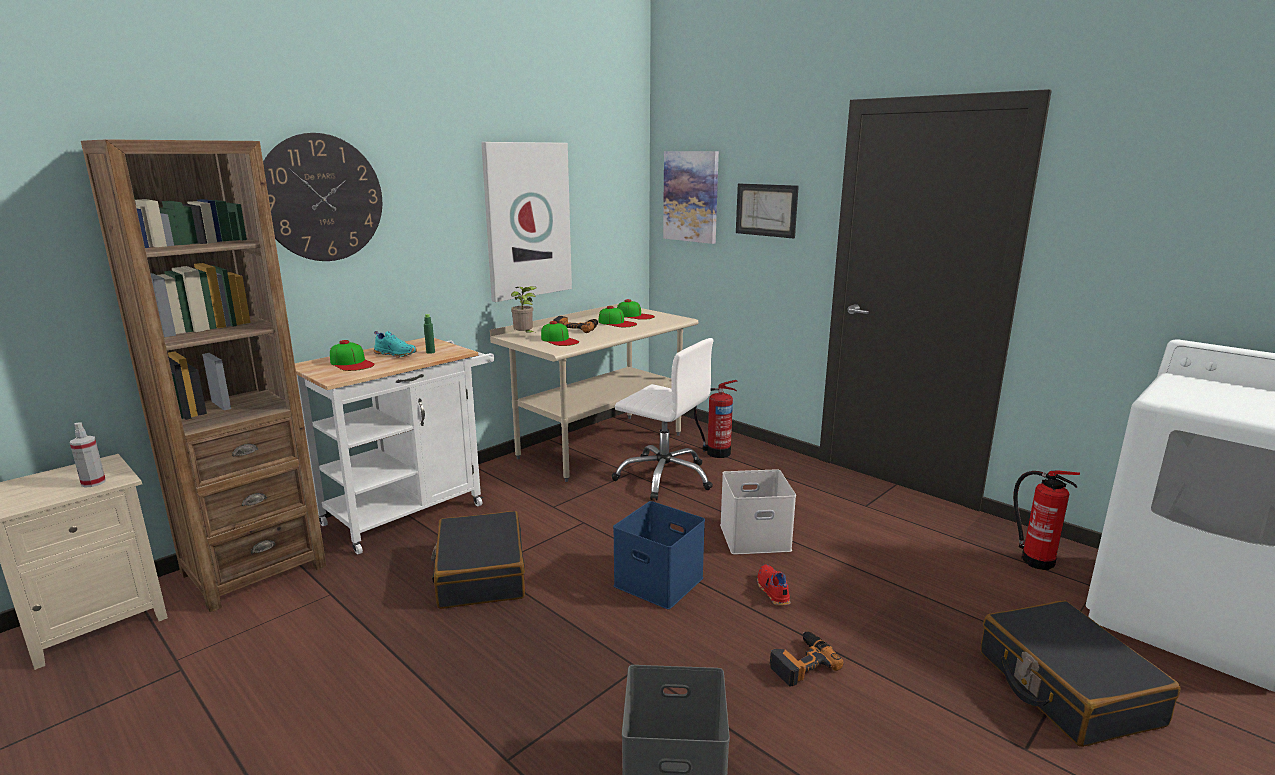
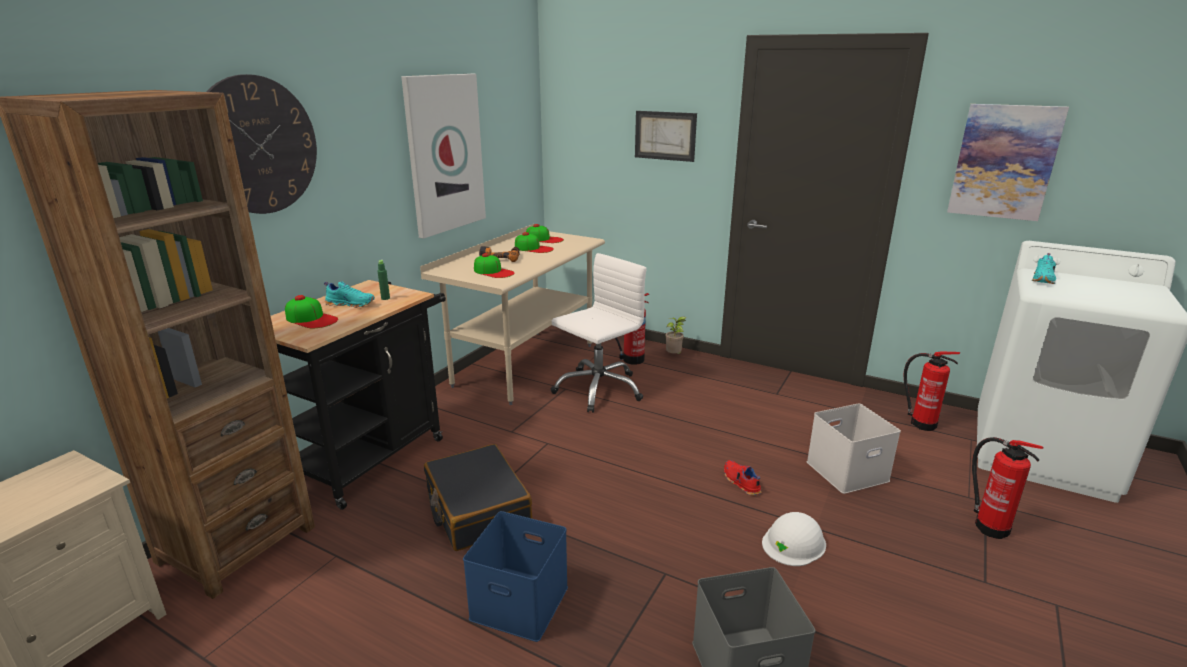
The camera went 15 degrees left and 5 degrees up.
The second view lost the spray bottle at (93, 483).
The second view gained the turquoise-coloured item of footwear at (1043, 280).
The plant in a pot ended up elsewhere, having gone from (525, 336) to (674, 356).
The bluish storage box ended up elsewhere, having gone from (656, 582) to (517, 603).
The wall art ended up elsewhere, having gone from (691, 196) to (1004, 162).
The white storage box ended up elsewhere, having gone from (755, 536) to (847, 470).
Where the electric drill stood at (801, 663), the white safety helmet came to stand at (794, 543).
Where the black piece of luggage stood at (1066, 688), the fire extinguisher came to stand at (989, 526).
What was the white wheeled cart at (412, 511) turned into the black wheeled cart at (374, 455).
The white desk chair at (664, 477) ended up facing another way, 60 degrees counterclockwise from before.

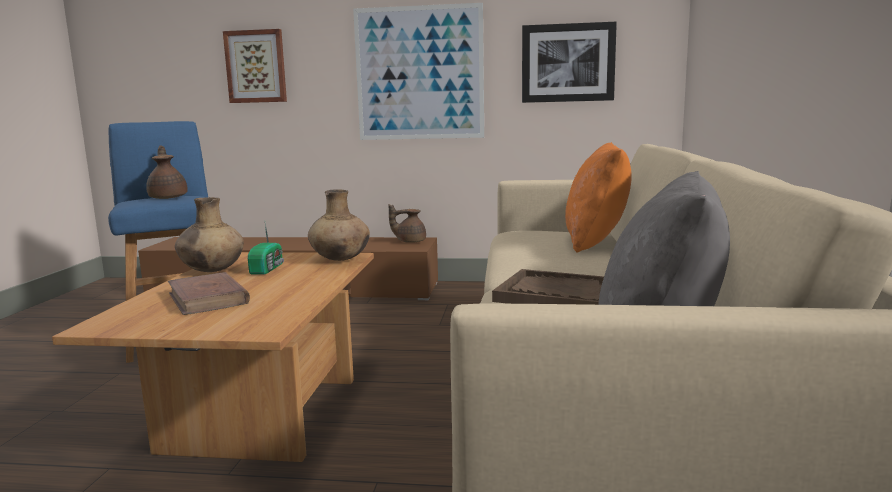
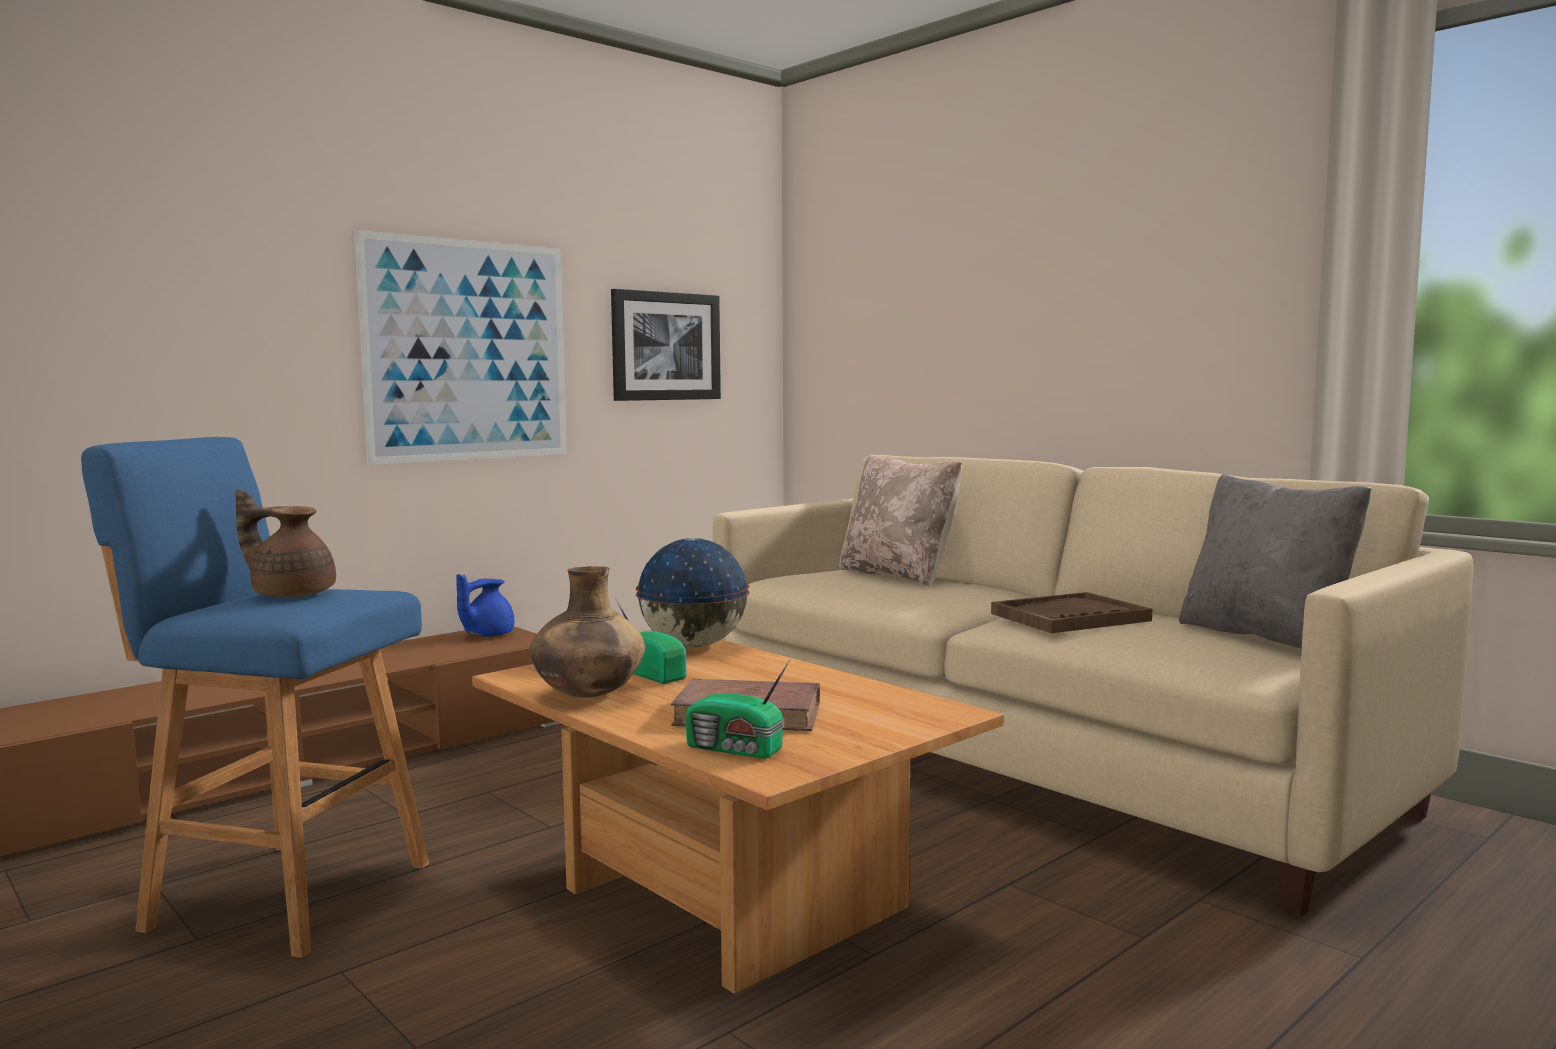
The camera went 50 degrees left and 5 degrees down.
The second view lost the wall art at (256, 66).
The second view gained the radio receiver at (736, 750).
Where the brownish flower vase stood at (340, 259), the globe came to stand at (692, 646).
What was the brownish tea pot at (409, 241) turned into the bluish tea pot at (486, 635).
What was the orangey throw pillow at (596, 242) turned into the sand-coloured throw pillow at (899, 575).

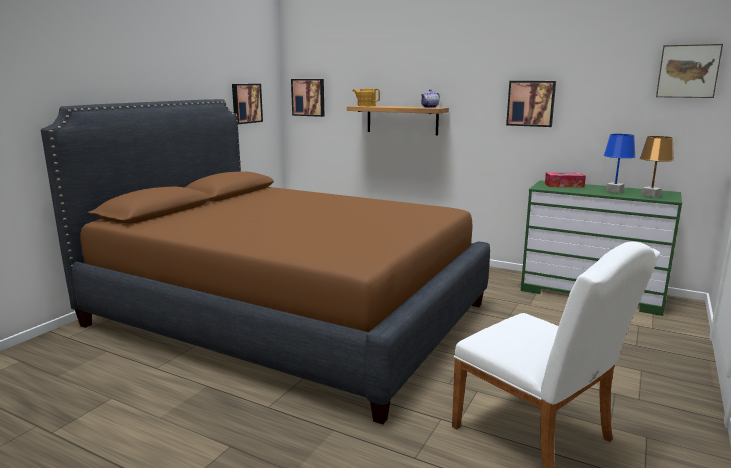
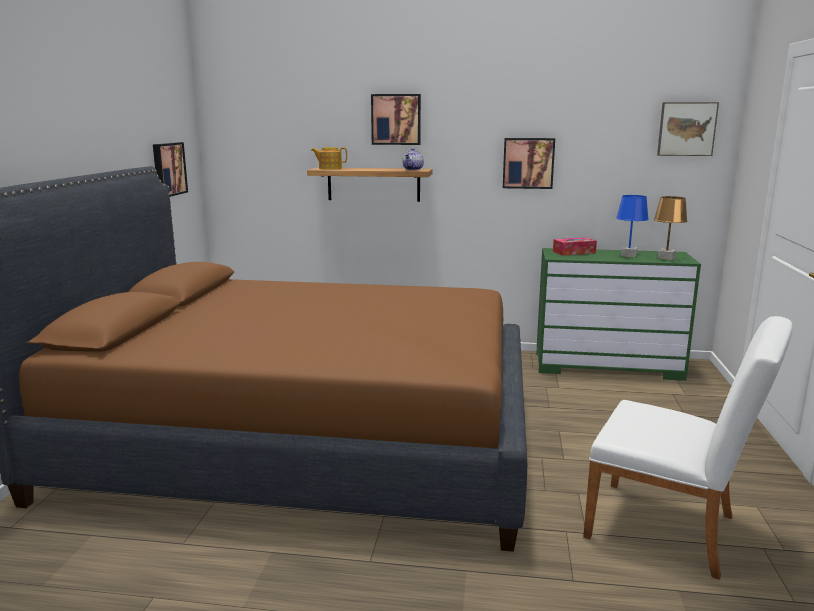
The camera went 20 degrees left and 0 degrees up.
The wall art ended up elsewhere, having gone from (308, 97) to (396, 119).

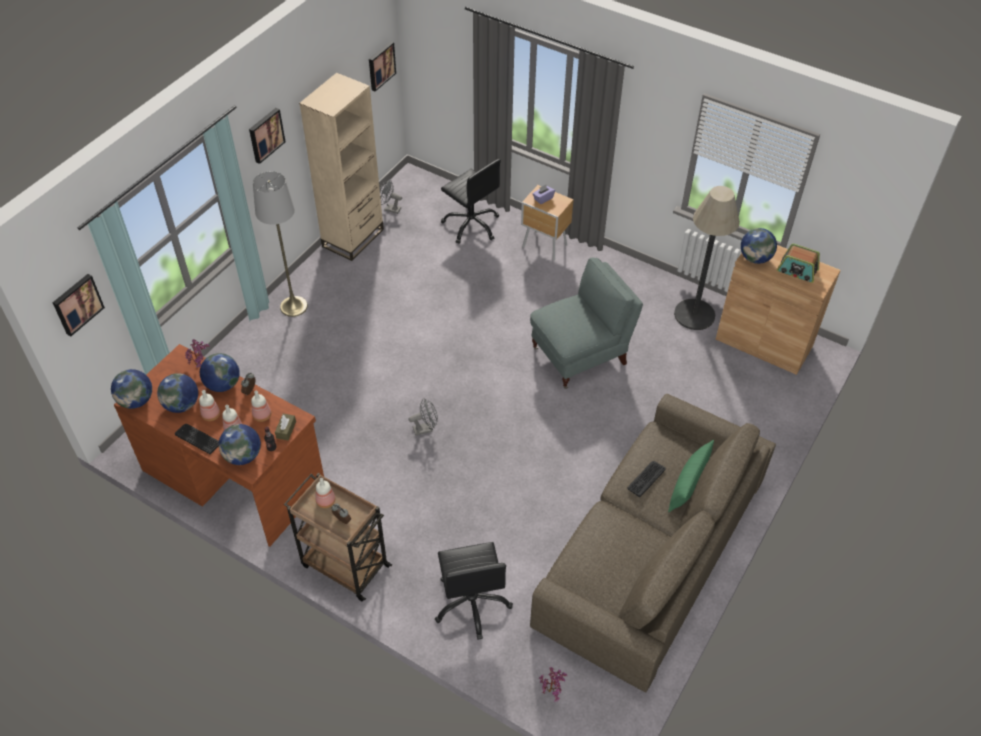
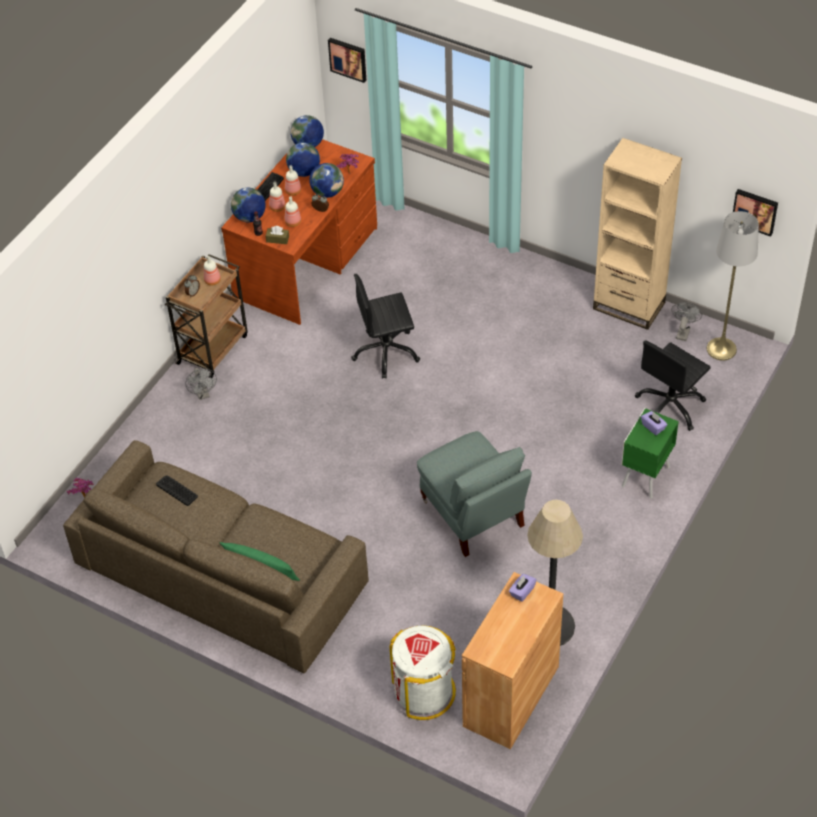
The camera went 90 degrees right and 0 degrees up.
The second view lost the wall art at (265, 135).
The second view lost the radio receiver at (797, 271).
The second view gained the white rubbish bin at (424, 691).
The greyish standing lamp ended up elsewhere, having gone from (293, 306) to (721, 349).
The greyish electric fan ended up elsewhere, having gone from (425, 429) to (203, 394).
The black desk chair ended up elsewhere, having gone from (472, 603) to (386, 352).
The keyboard ended up elsewhere, having gone from (646, 478) to (177, 490).
Where the globe stood at (755, 258), the purple-coloured tissue holder came to stand at (522, 592).
What was the brownish night table at (545, 247) turned into the green night table at (644, 478).

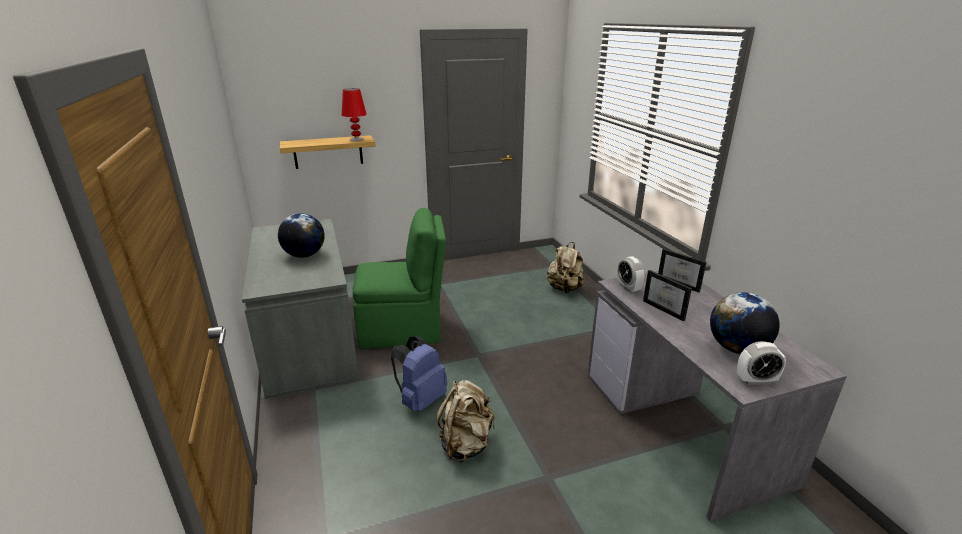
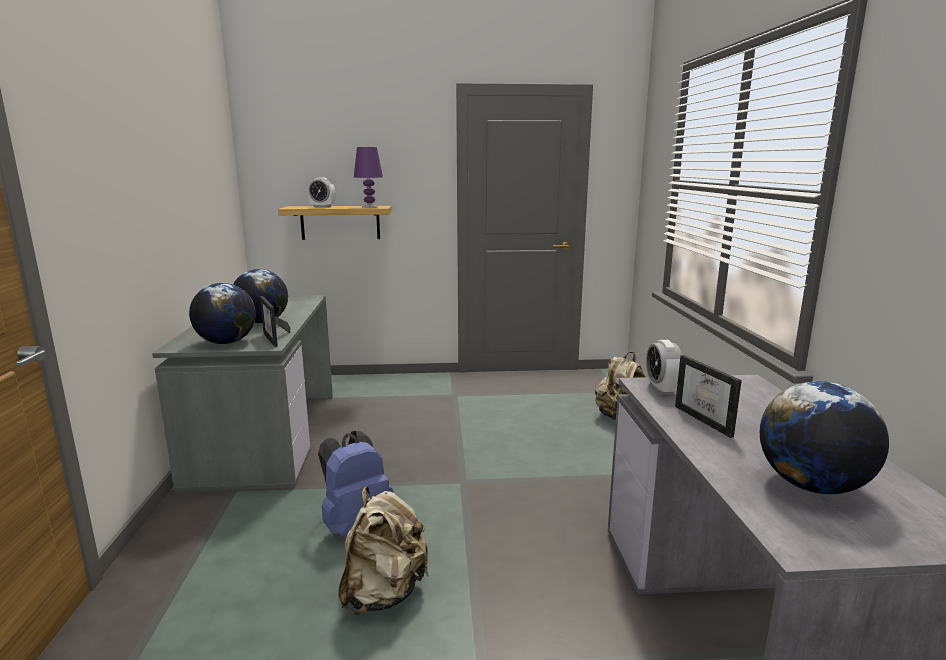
The camera went 15 degrees right and 10 degrees down.
The second view lost the green plain chair at (403, 329).
The second view gained the globe at (226, 342).
The picture frame ended up elsewhere, having gone from (681, 283) to (276, 339).
The table clock ended up elsewhere, having gone from (756, 380) to (322, 207).
What was the reddish table lamp at (356, 139) turned into the purple-coloured table lamp at (369, 207).

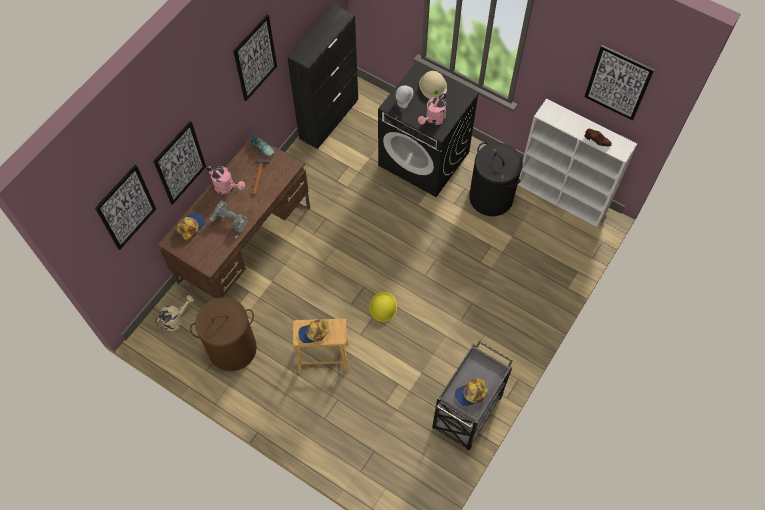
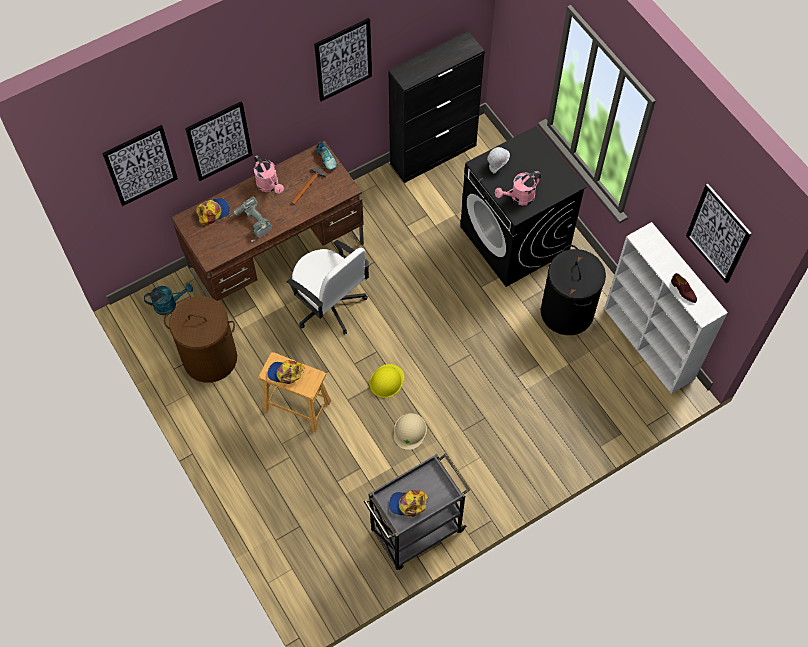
The camera went 25 degrees right and 0 degrees up.
The second view gained the white desk chair at (329, 305).
The sand-coloured safety helmet ended up elsewhere, having gone from (433, 86) to (410, 431).
What was the sand-coloured watering pot at (176, 319) turned into the turquoise-coloured watering pot at (169, 304).

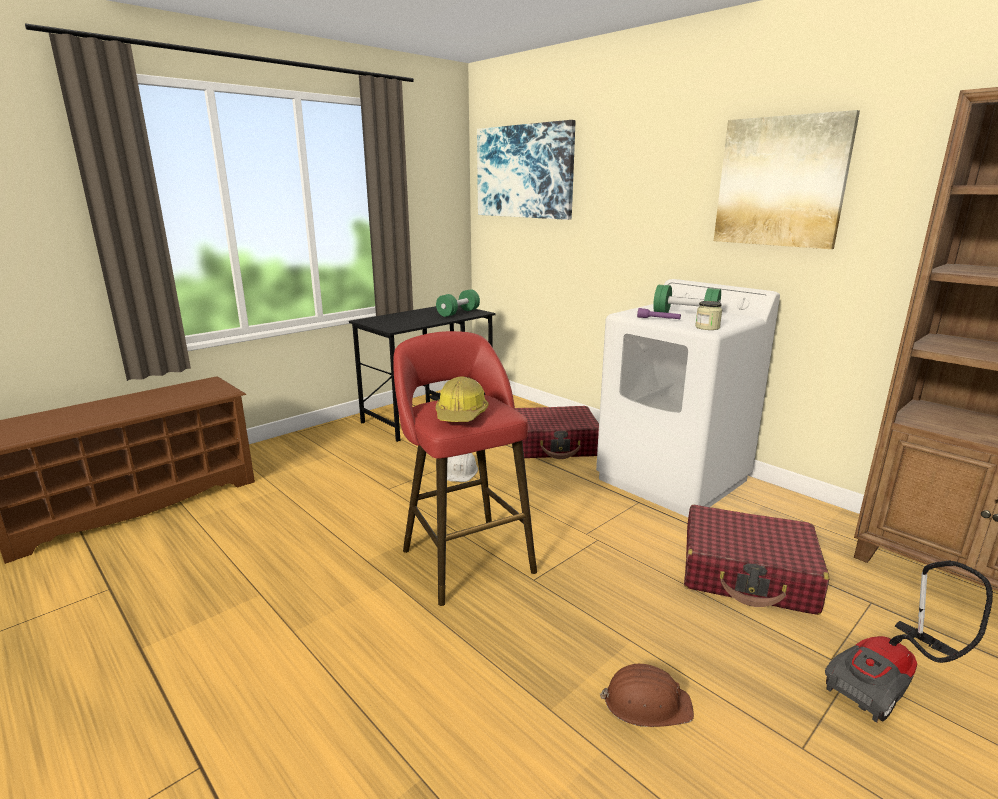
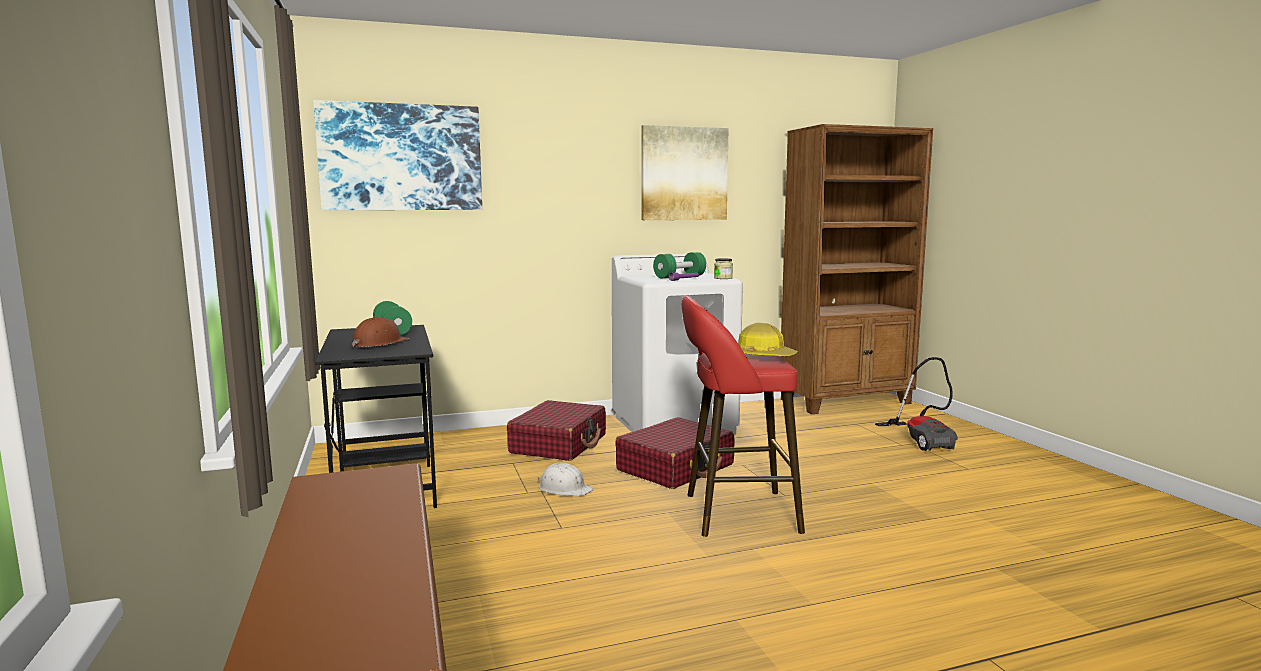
The camera went 65 degrees left and 10 degrees down.
The brownish safety helmet ended up elsewhere, having gone from (646, 703) to (379, 343).
The reddish piece of luggage ended up elsewhere, having gone from (747, 574) to (676, 468).

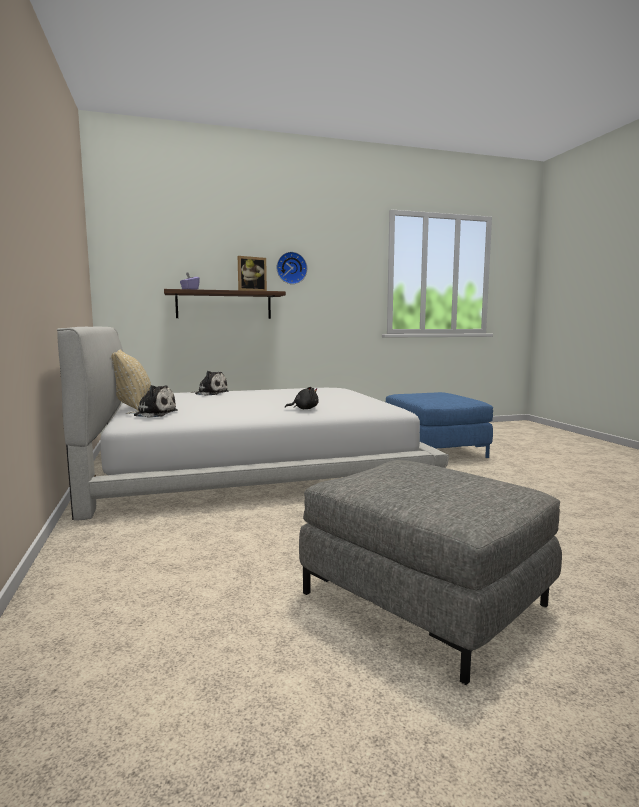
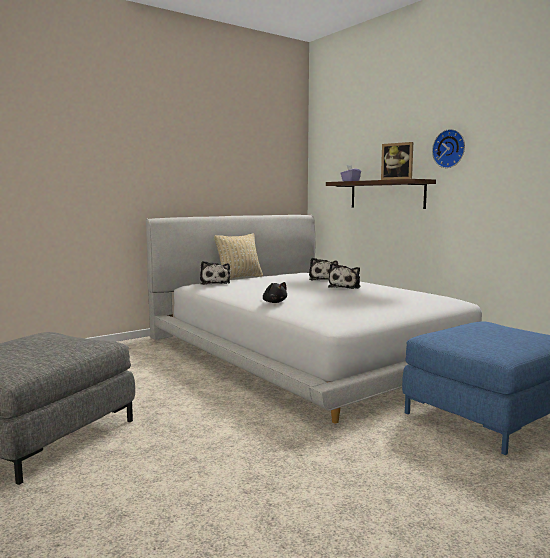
The camera went 70 degrees right and 0 degrees up.
The second view gained the soft toy at (345, 287).

